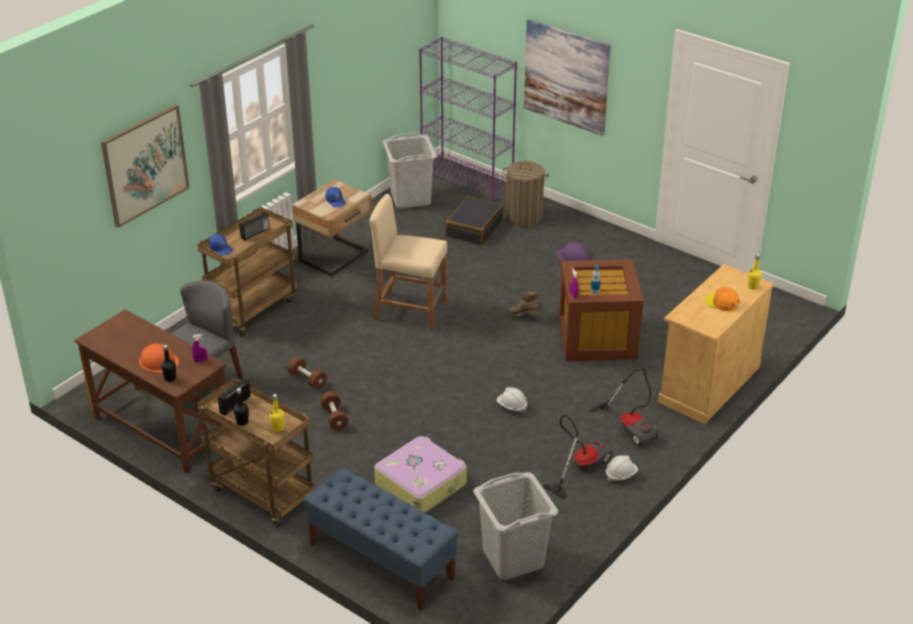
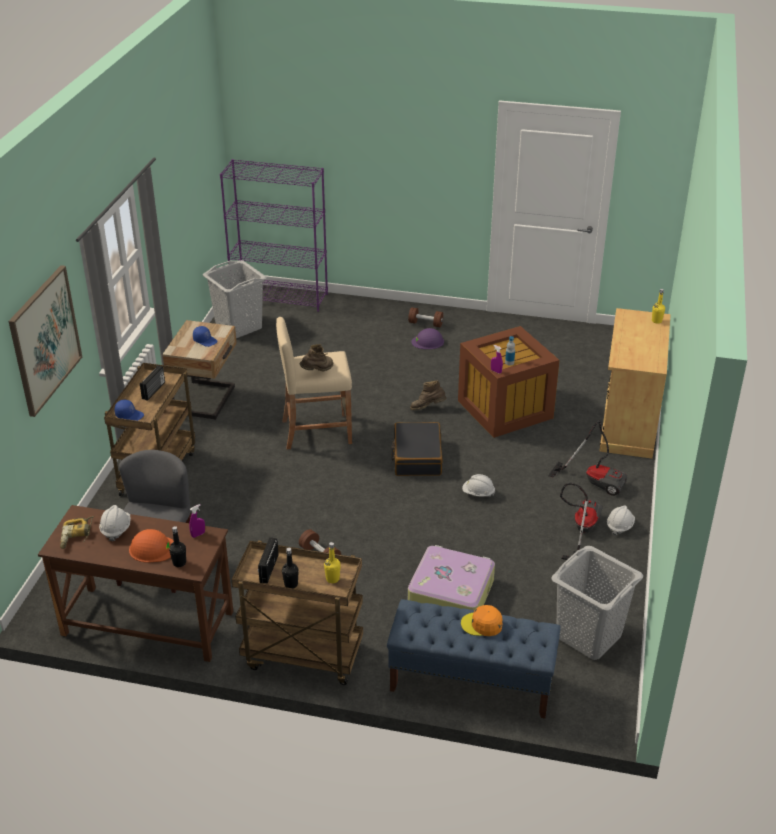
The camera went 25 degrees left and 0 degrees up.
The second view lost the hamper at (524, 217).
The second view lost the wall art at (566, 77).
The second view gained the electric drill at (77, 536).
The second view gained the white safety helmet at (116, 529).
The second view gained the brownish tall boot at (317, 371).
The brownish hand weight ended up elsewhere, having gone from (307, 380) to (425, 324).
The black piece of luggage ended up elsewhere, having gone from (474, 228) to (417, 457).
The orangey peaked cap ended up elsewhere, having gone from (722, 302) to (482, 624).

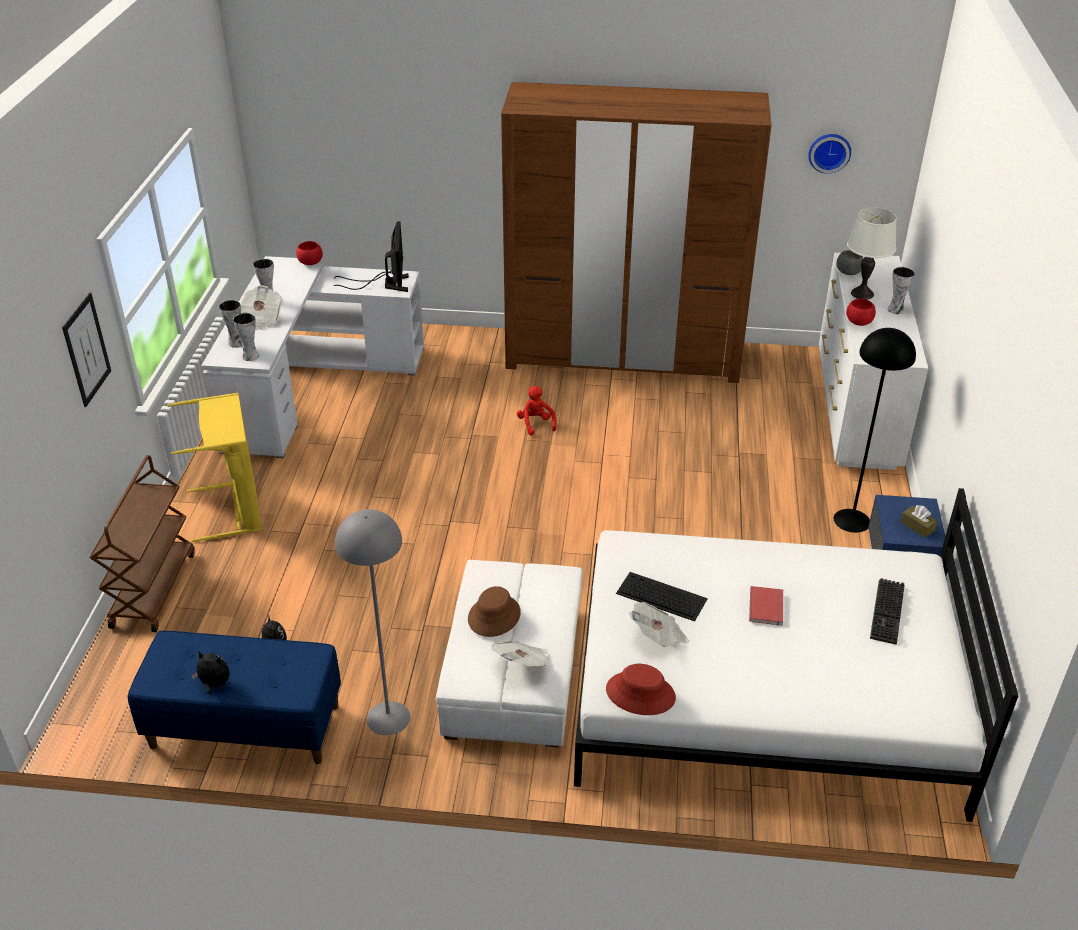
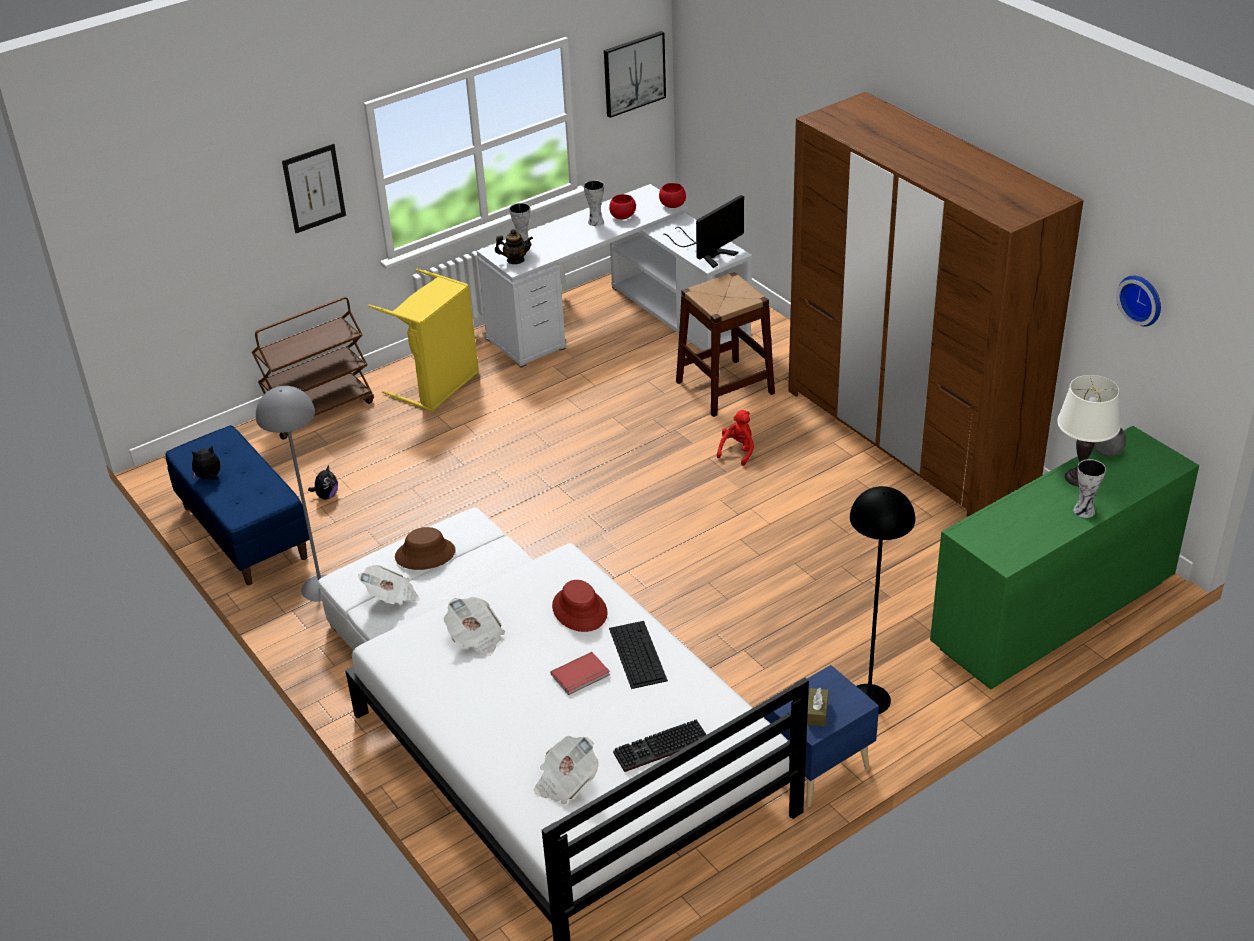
The camera went 50 degrees right and 0 degrees up.
The second view gained the wall art at (634, 73).
The second view gained the brownish stool seat at (725, 387).
The newspaper ended up elsewhere, having gone from (261, 319) to (566, 782).
The reddish wearable hat ended up elsewhere, having gone from (640, 693) to (580, 610).
The keyboard ended up elsewhere, having gone from (660, 596) to (637, 653).
The reddish bowl ended up elsewhere, having gone from (859, 322) to (623, 217).
Where the flower vase stood at (249, 356), the tea pot came to stand at (515, 260).
What was the white drawer chest at (856, 409) turned into the green drawer chest at (1051, 615).
The soft toy at (214, 684) ended up facing another way, 90 degrees counterclockwise from before.

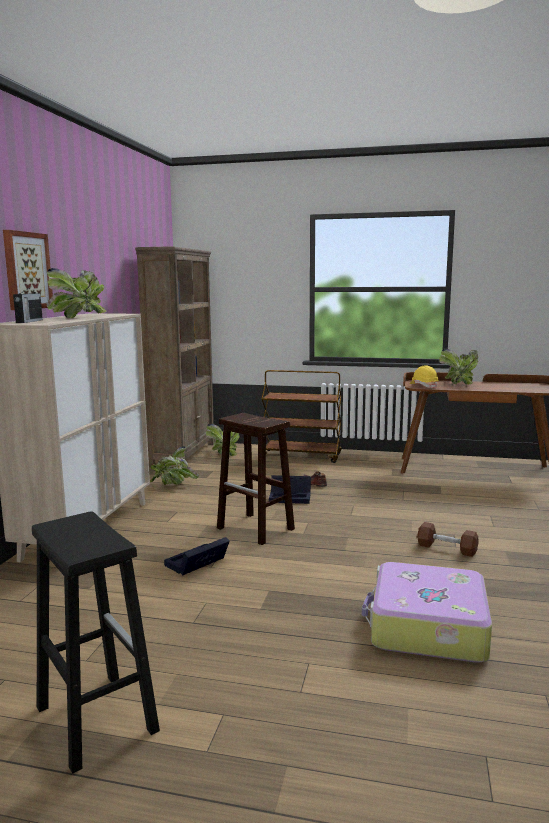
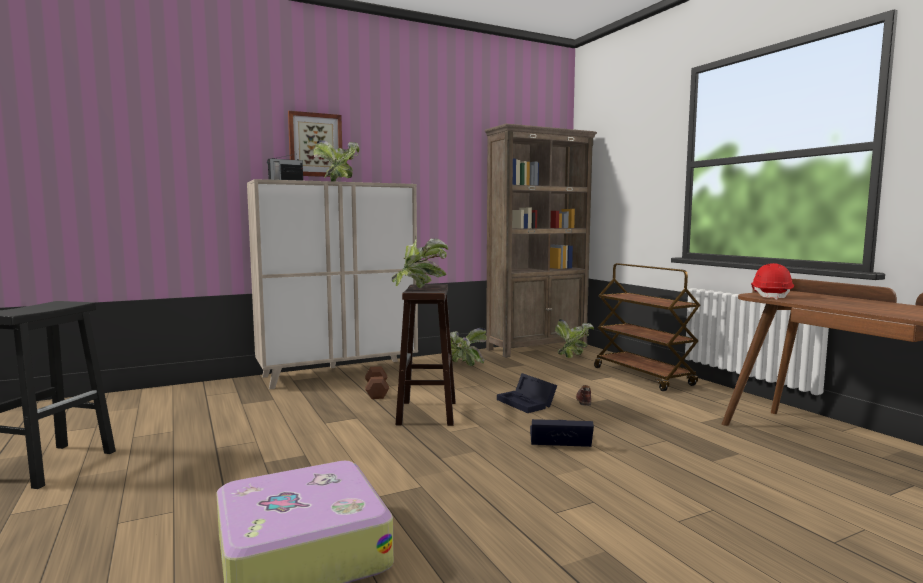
The camera went 50 degrees right and 5 degrees down.
The black storage box ended up elsewhere, having gone from (196, 564) to (558, 441).
The brownish hand weight ended up elsewhere, having gone from (447, 548) to (376, 391).
The plant in a pot ended up elsewhere, having gone from (460, 384) to (421, 288).
What was the yellow safety helmet at (424, 386) turned into the reddish safety helmet at (771, 296).

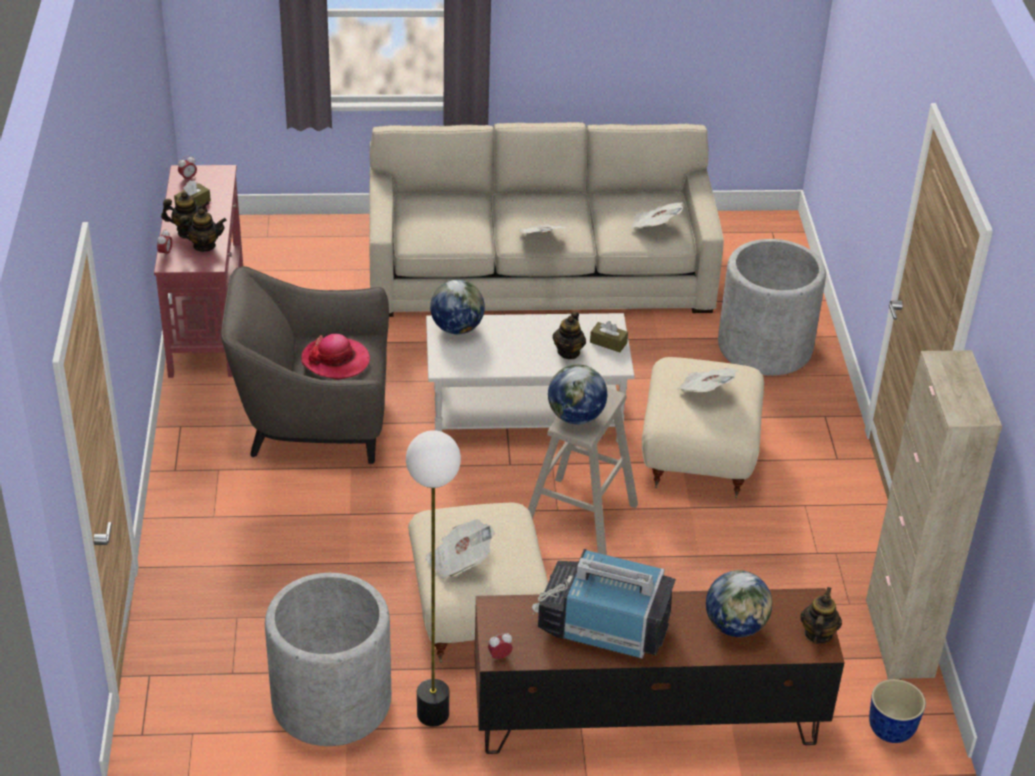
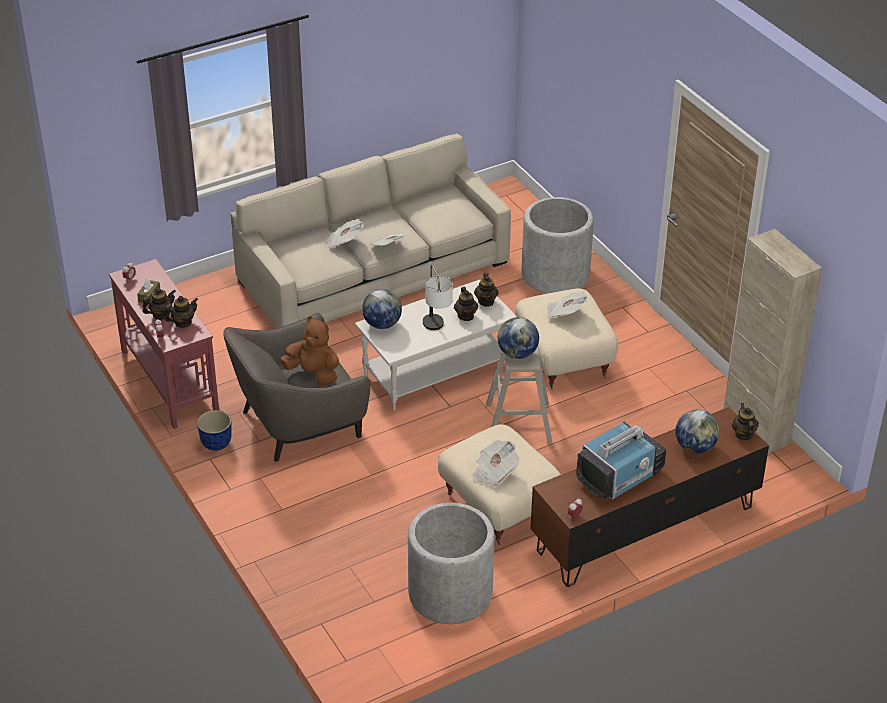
The camera went 25 degrees left and 0 degrees up.
The second view lost the standing lamp at (433, 713).
The second view gained the table lamp at (436, 330).
The newspaper ended up elsewhere, having gone from (654, 227) to (343, 242).
The flower pot ended up elsewhere, having gone from (890, 729) to (216, 443).
Where the wearable hat stood at (335, 360), the brownish soft toy came to stand at (313, 373).
Where the brownish tissue holder stood at (608, 342), the tea pot came to stand at (486, 301).
The TV set at (603, 626) ended up facing another way, 150 degrees clockwise from before.

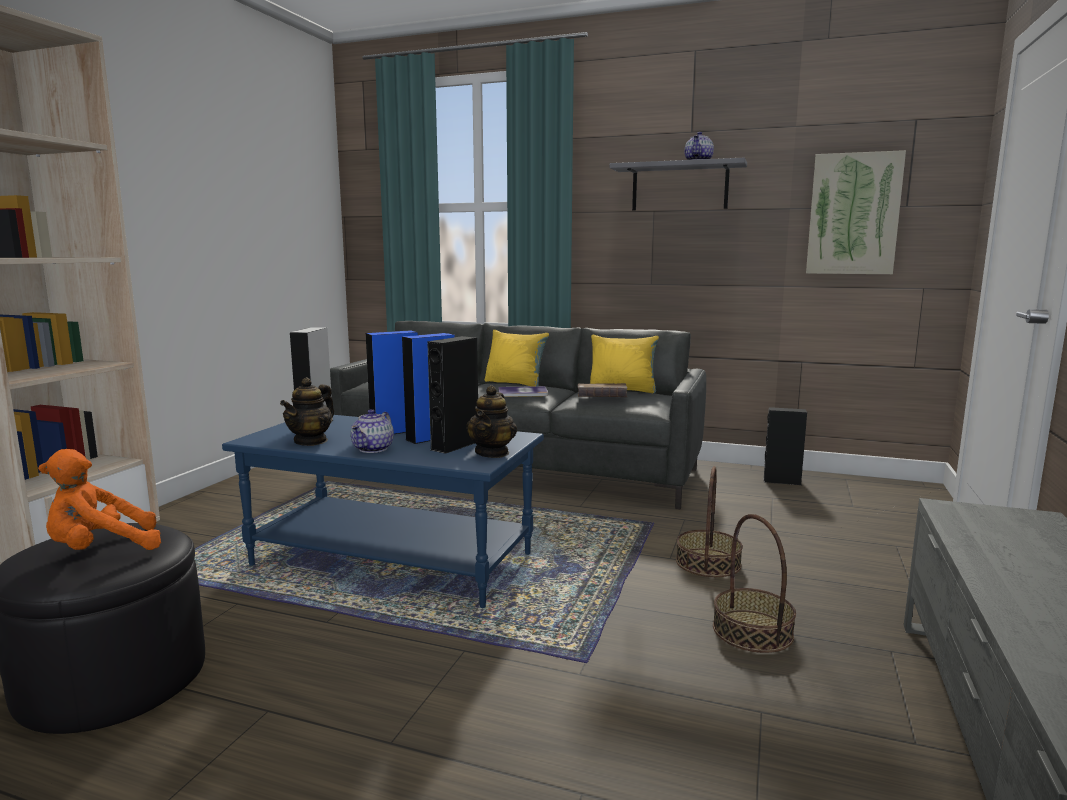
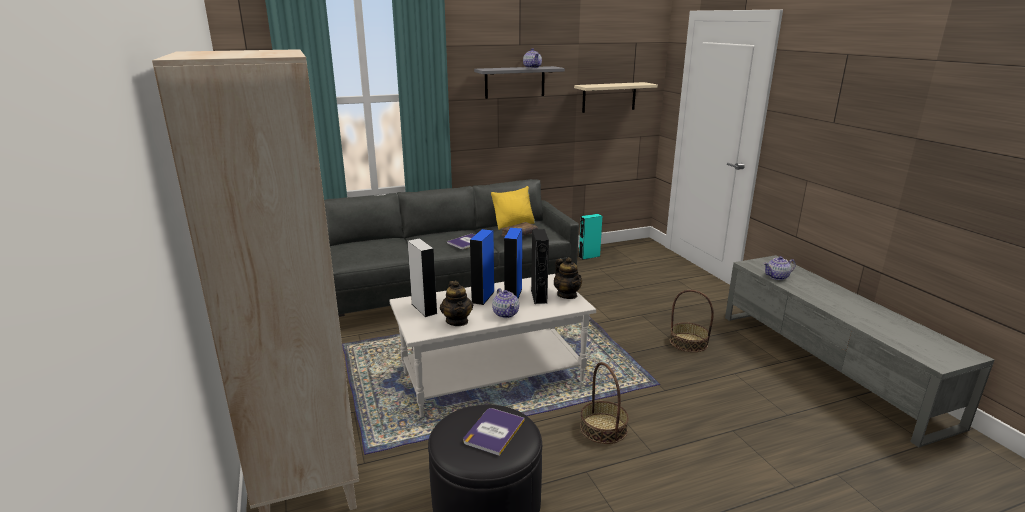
The camera went 40 degrees left and 10 degrees up.
The second view lost the yellow throw pillow at (515, 383).
The second view gained the tea pot at (777, 277).
The household basket ended up elsewhere, having gone from (707, 563) to (603, 428).
Where the orangey soft toy stood at (101, 550), the book came to stand at (493, 431).
Where the wall art hung at (853, 214), the sand-coloured bracket shelf came to hang at (609, 97).
What was the bluish low table at (394, 559) turned into the white low table at (493, 376).
What was the black audio speaker at (782, 481) turned into the turquoise-coloured audio speaker at (589, 256).

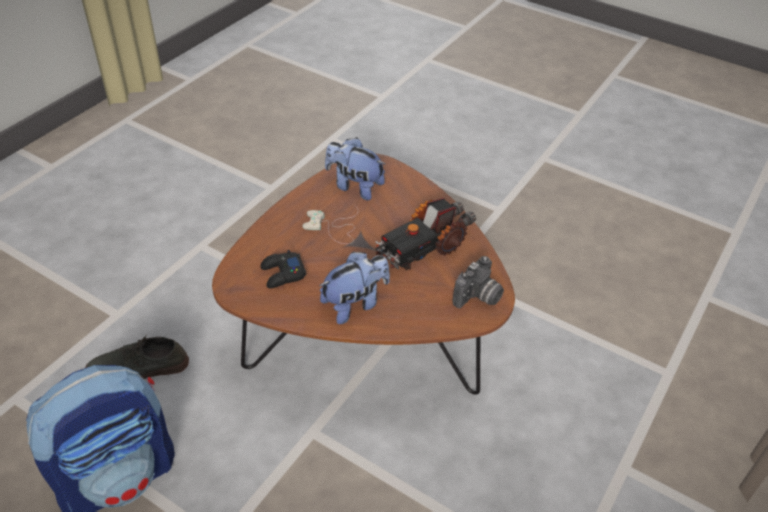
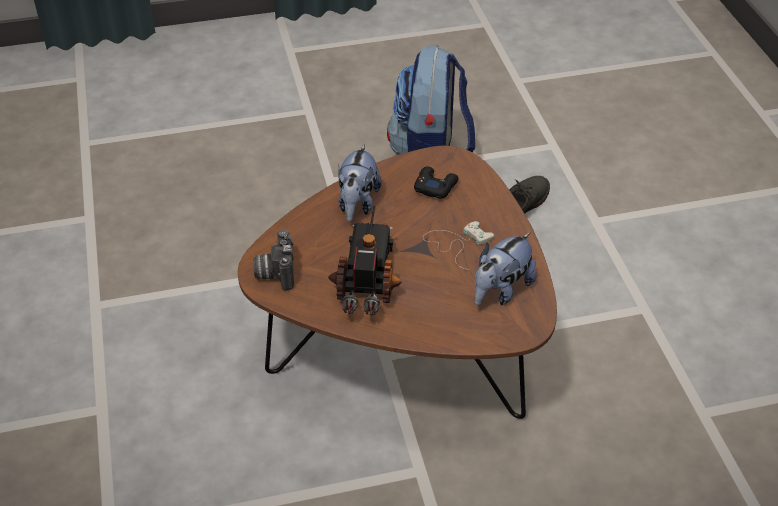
The camera went 135 degrees right and 0 degrees up.
The soft toy at (354, 186) ended up facing another way, 150 degrees clockwise from before.

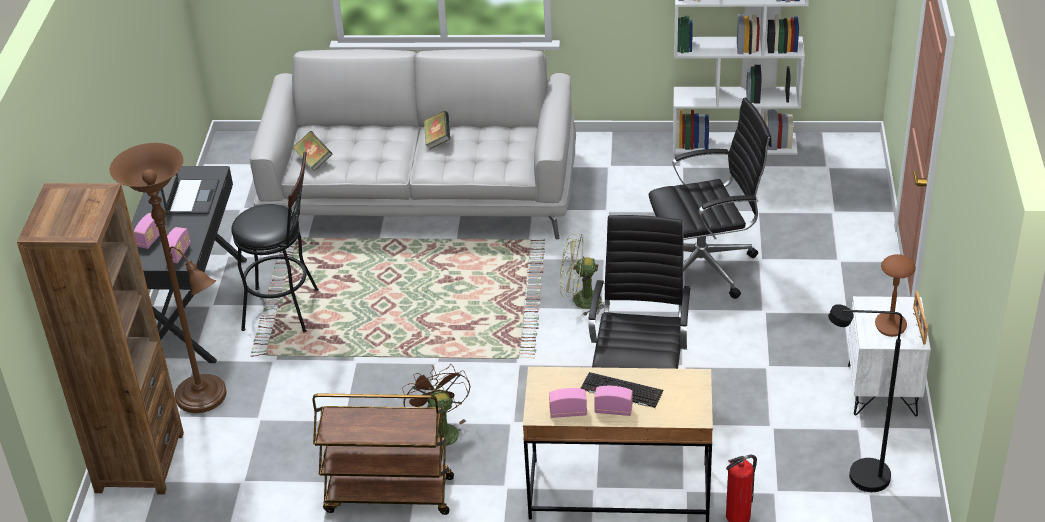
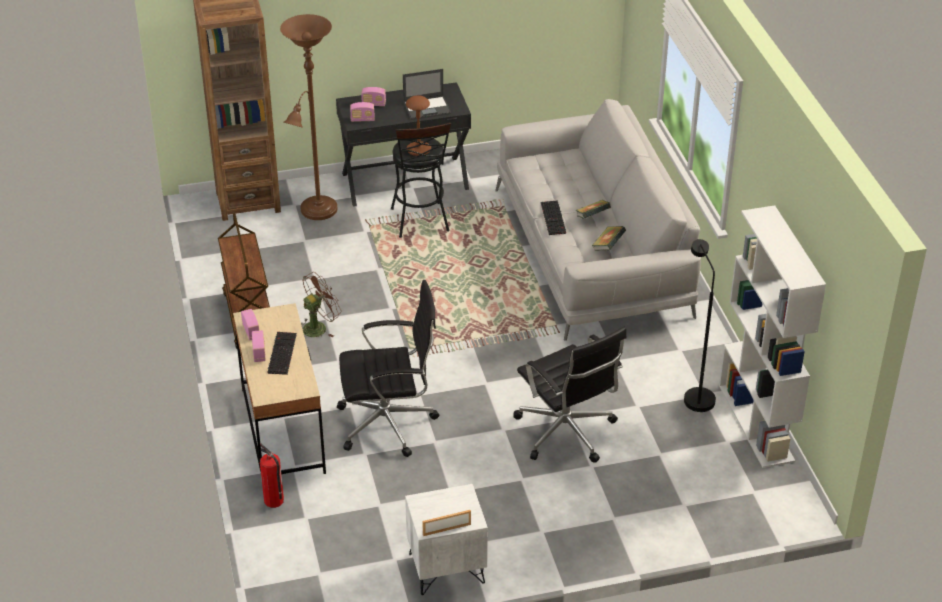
The camera went 70 degrees right and 0 degrees up.
The second view lost the green electric fan at (580, 301).
The second view gained the keyboard at (554, 218).
The book ended up elsewhere, having gone from (313, 160) to (608, 246).
The black standing lamp ended up elsewhere, having gone from (857, 478) to (695, 395).
The brownish table lamp ended up elsewhere, having gone from (890, 325) to (419, 149).

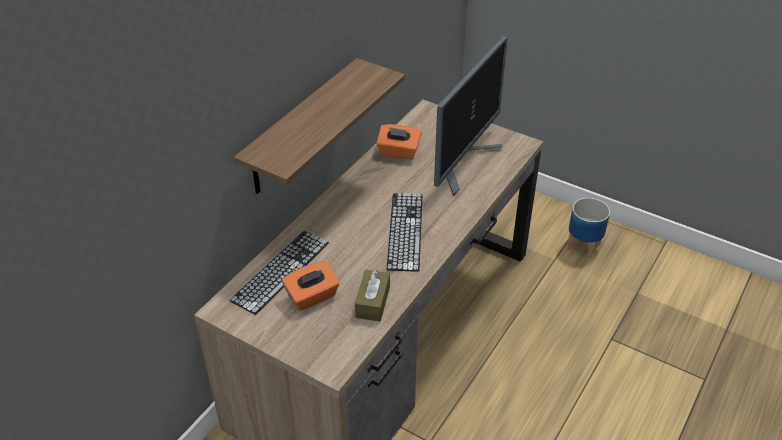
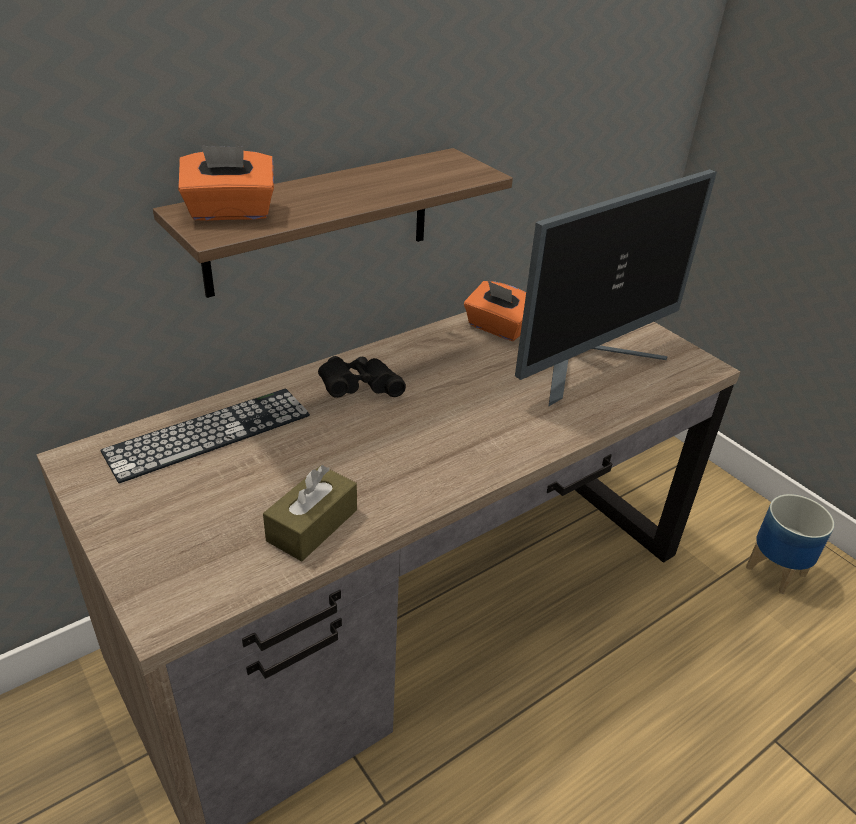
The camera went 20 degrees right and 5 degrees down.
The second view lost the keyboard at (405, 231).
The second view gained the black pair of binoculars at (359, 389).
The orangey tissue holder ended up elsewhere, having gone from (312, 297) to (230, 212).

